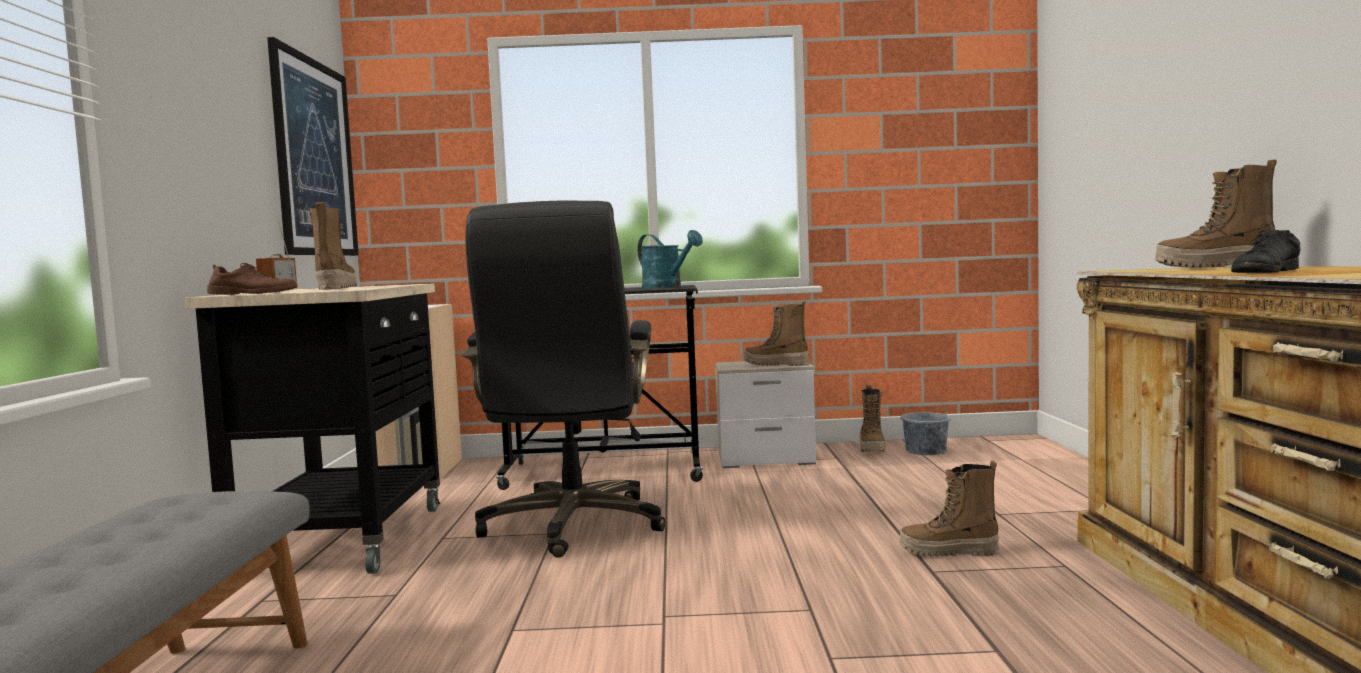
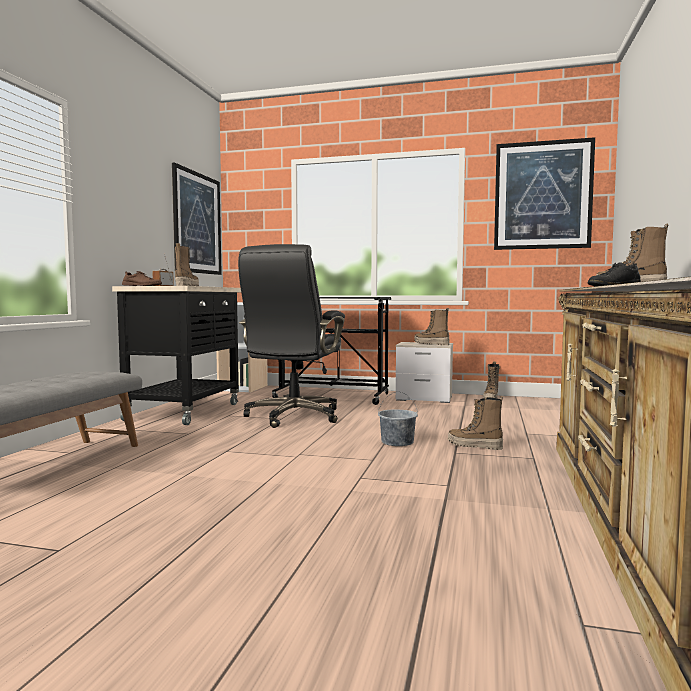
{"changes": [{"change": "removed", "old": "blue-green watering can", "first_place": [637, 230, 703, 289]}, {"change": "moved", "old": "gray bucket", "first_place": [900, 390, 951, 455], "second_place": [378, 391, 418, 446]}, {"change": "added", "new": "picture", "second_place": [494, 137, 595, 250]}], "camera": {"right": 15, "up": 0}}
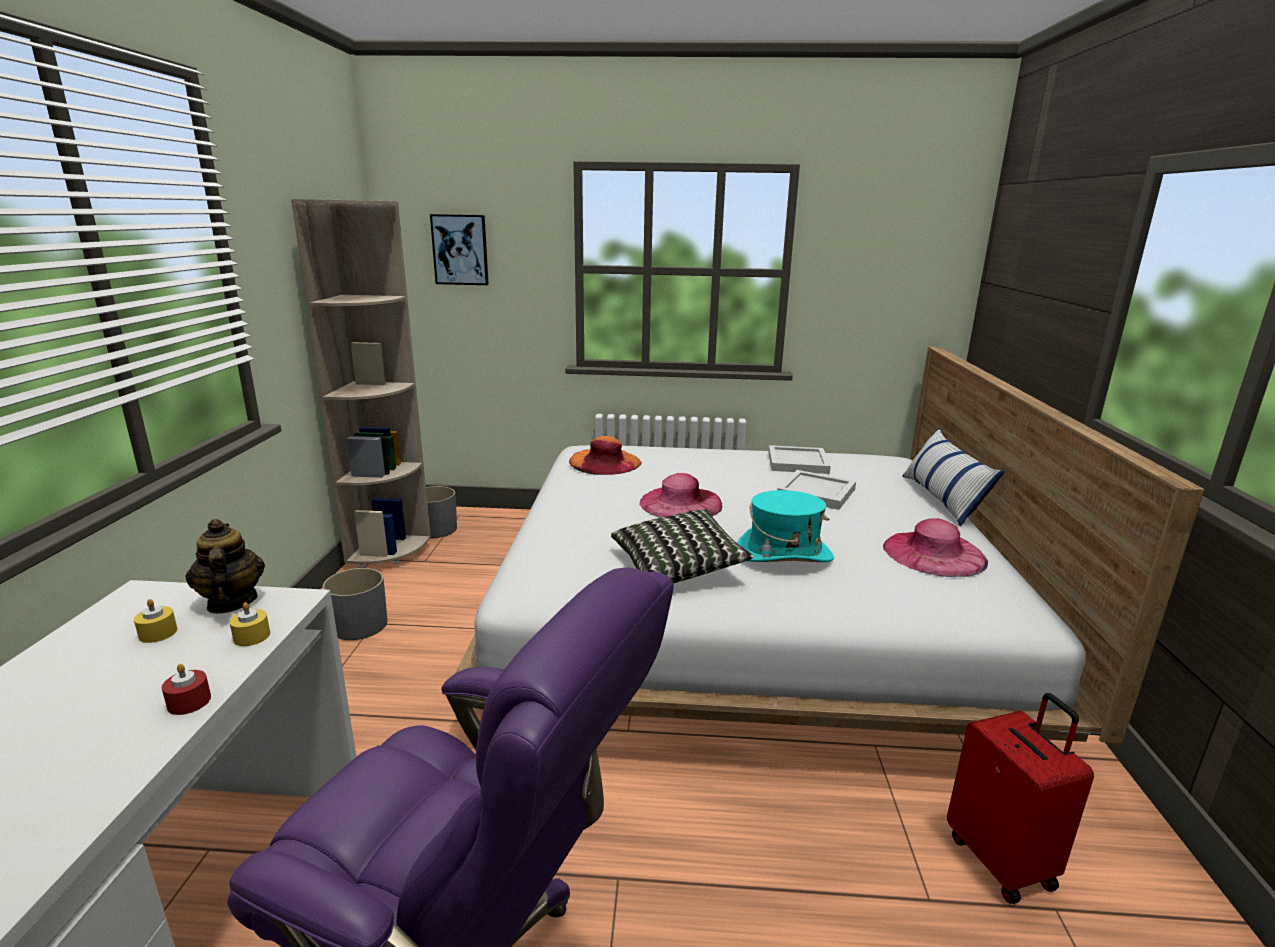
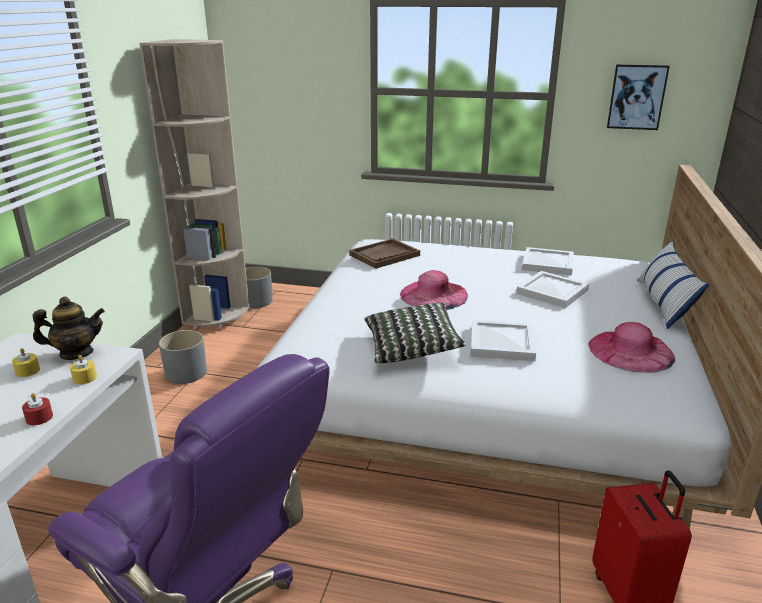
{"changes": [{"change": "turned", "old": "pot for tea", "first_place": [186, 519, 265, 614], "second_place": [32, 296, 105, 360], "degrees": 90}, {"change": "moved", "old": "picture", "first_place": [430, 214, 489, 285], "second_place": [607, 64, 670, 130]}, {"change": "replaced", "old": "orange-coloured hat", "new": "brown-coloured serving tray", "first_place": [569, 436, 641, 475], "second_place": [349, 239, 420, 269]}, {"change": "replaced", "old": "blue-green hat", "new": "white-coloured serving tray", "first_place": [737, 490, 834, 562], "second_place": [471, 320, 536, 361]}], "camera": {"right": 10, "up": 5}}
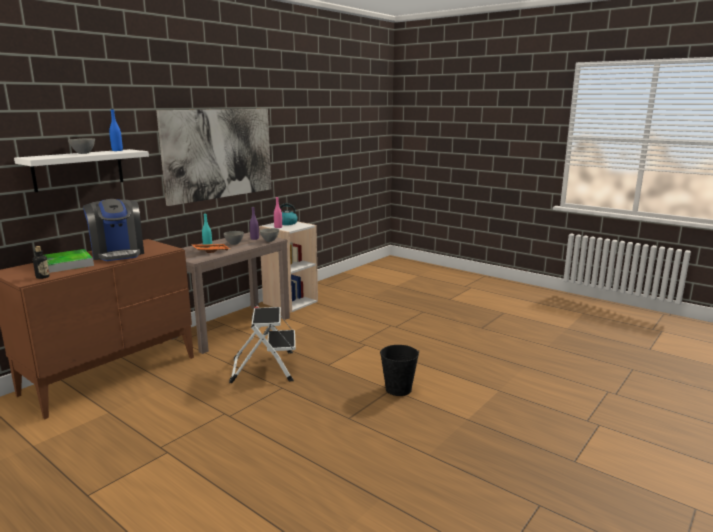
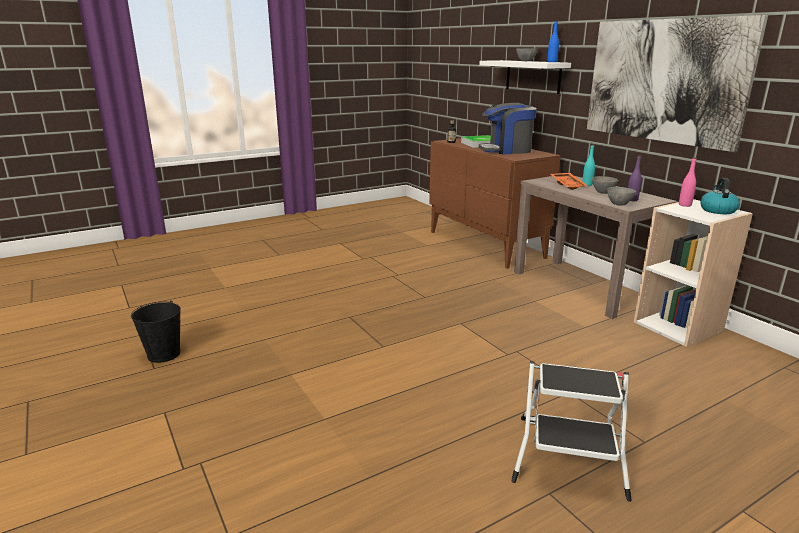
{"changes": [{"change": "moved", "old": "stepladder", "first_place": [229, 304, 296, 383], "second_place": [512, 361, 632, 502]}, {"change": "moved", "old": "blackish bucket", "first_place": [380, 345, 419, 396], "second_place": [131, 300, 181, 363]}], "camera": {"right": 110, "up": 5}}
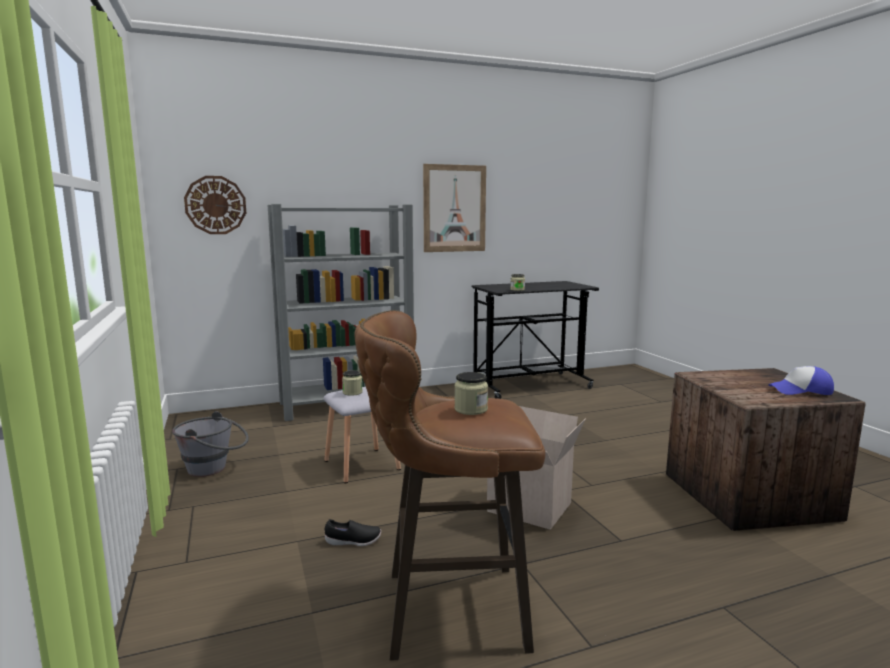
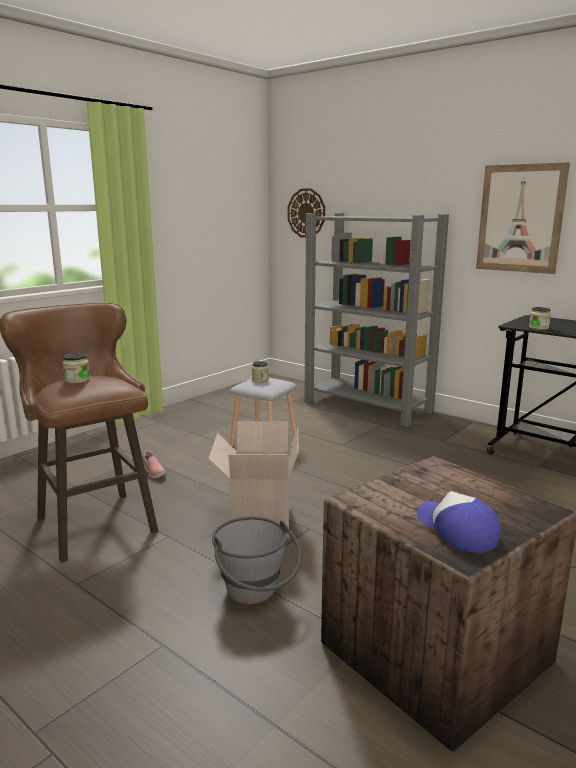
{"changes": [{"change": "moved", "old": "gray bucket", "first_place": [172, 411, 249, 477], "second_place": [212, 516, 302, 604]}, {"change": "recoloured", "old": "blackish item of footwear", "new": "pink-coloured item of footwear", "first_place": [325, 519, 381, 546], "second_place": [143, 451, 166, 478]}], "camera": {"right": 60, "up": 5}}
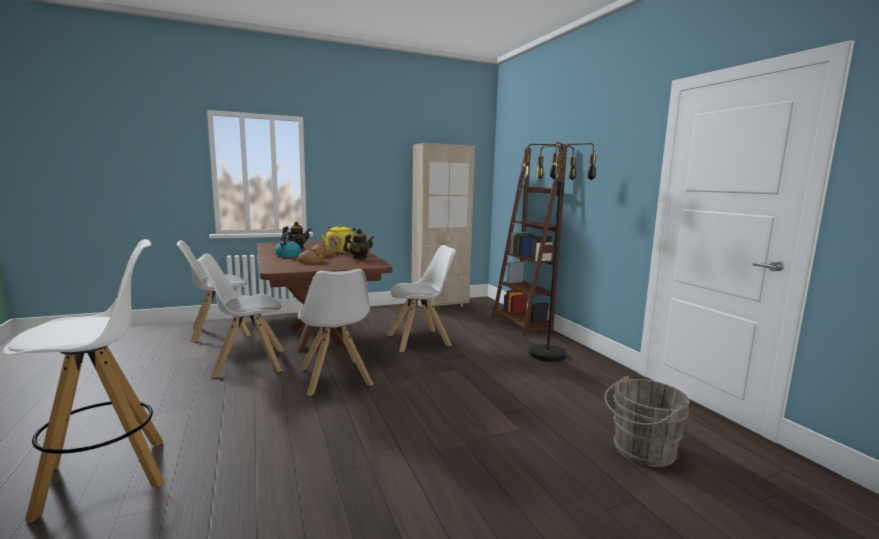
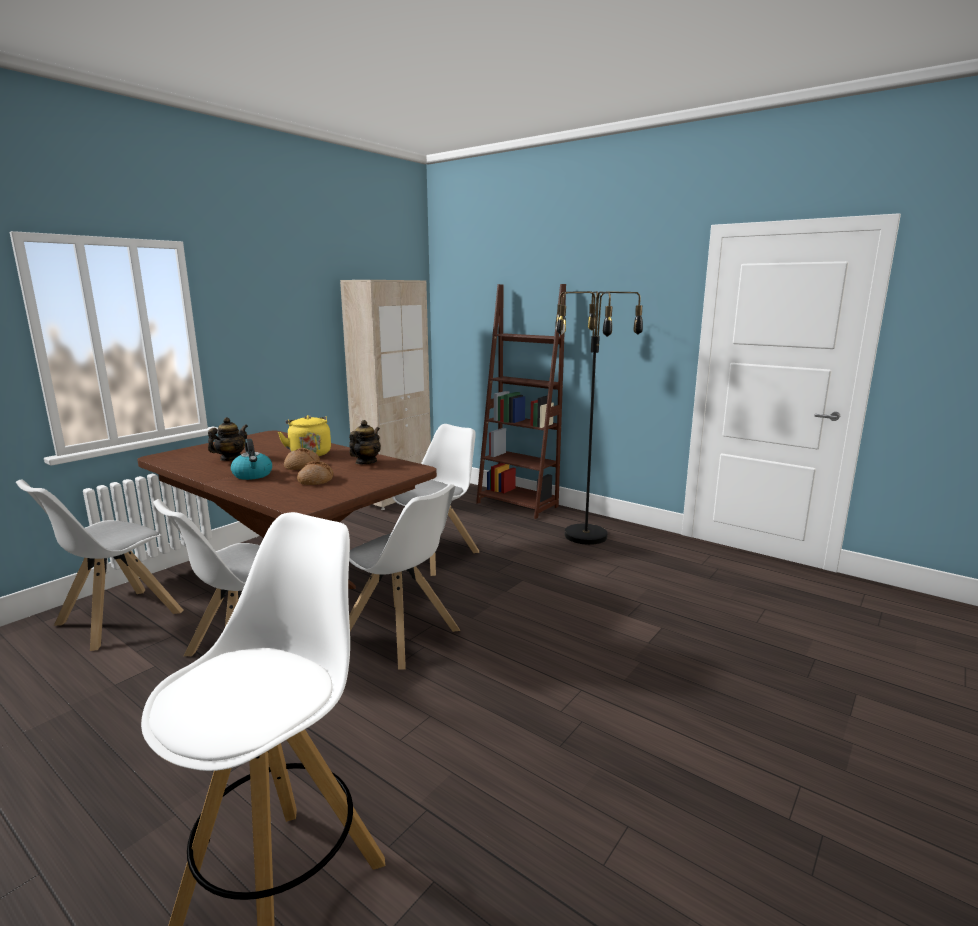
{"changes": [{"change": "removed", "old": "gray bucket", "first_place": [604, 376, 690, 467]}], "camera": {"right": -30, "up": 5}}
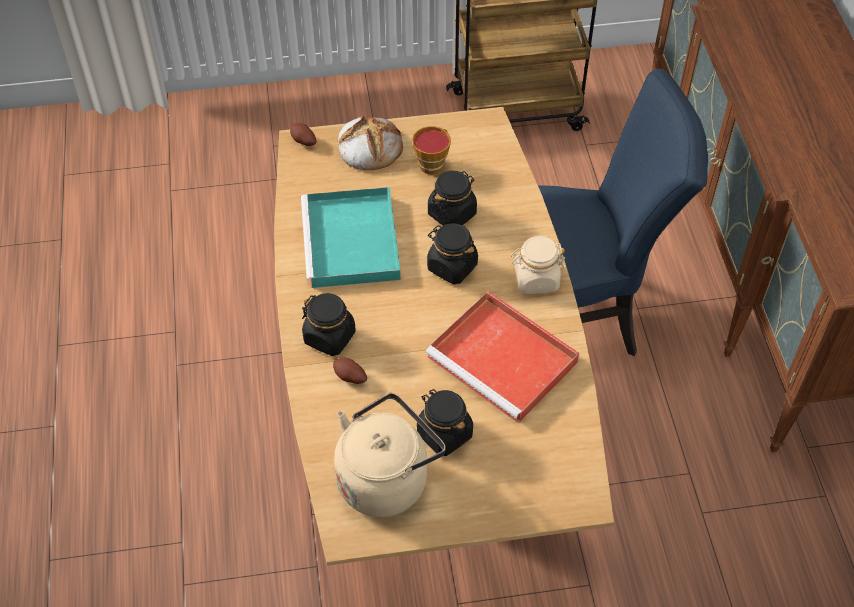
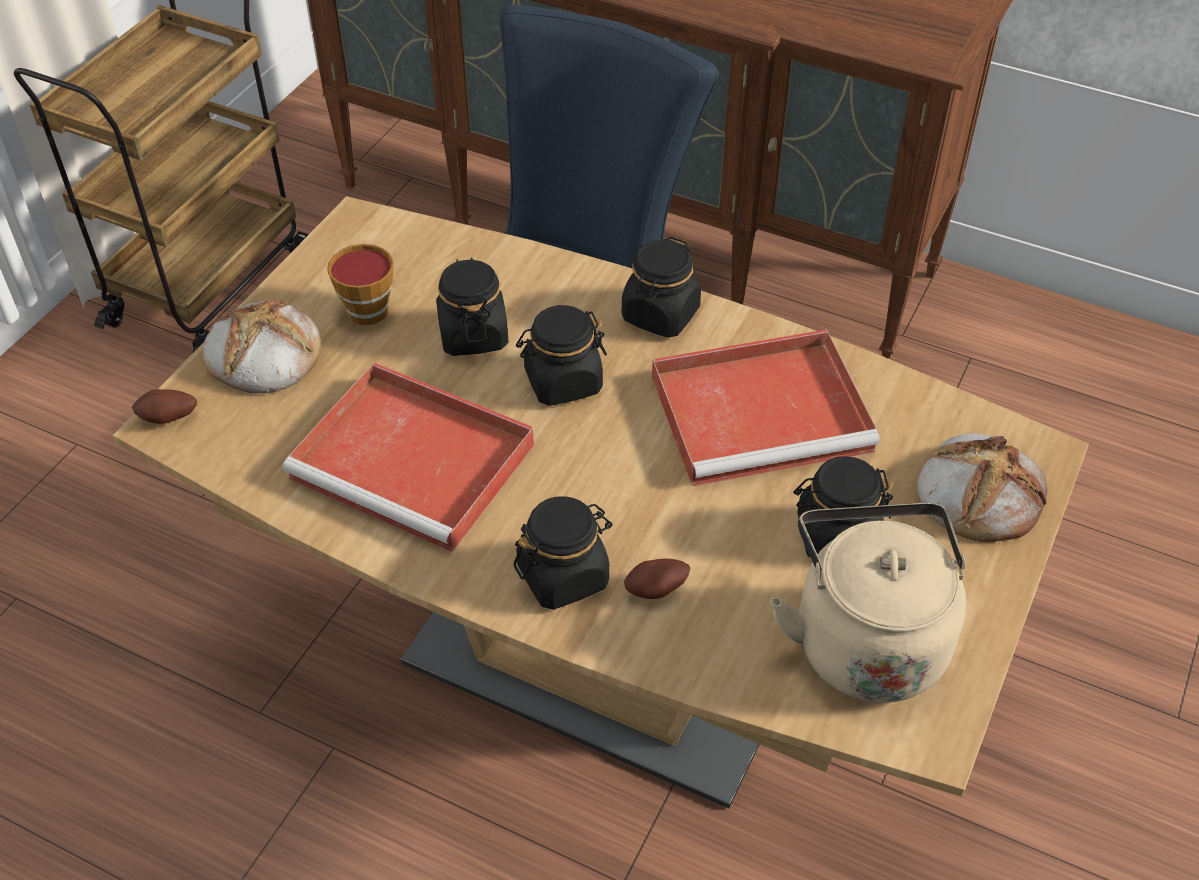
{"changes": [{"change": "recoloured", "old": "blue-green serving tray", "new": "red serving tray", "first_place": [301, 187, 401, 288], "second_place": [282, 363, 534, 552]}, {"change": "recoloured", "old": "sand-coloured storage jar", "new": "blackish storage jar", "first_place": [511, 236, 565, 294], "second_place": [622, 237, 701, 338]}, {"change": "added", "new": "bread", "second_place": [917, 433, 1047, 542]}], "camera": {"right": -55, "up": -5}}
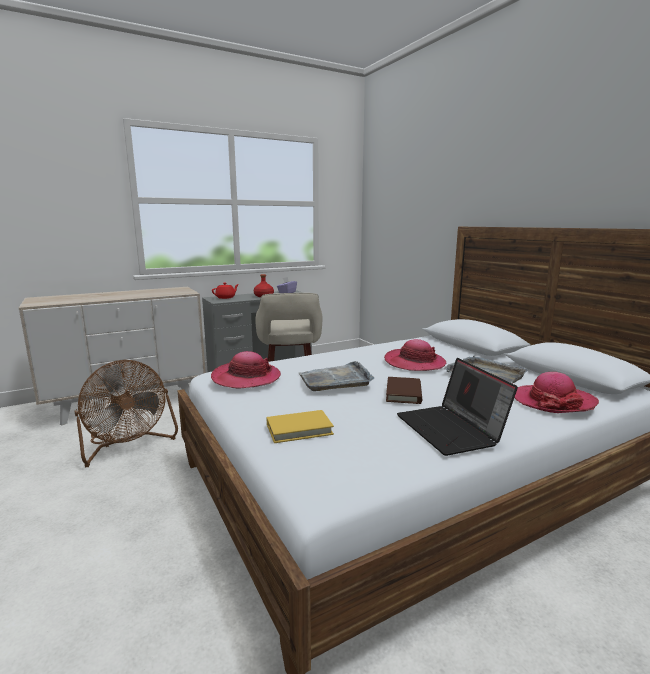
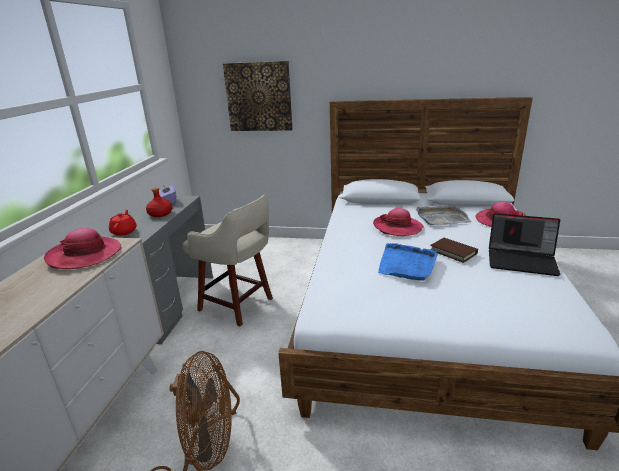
{"changes": [{"change": "moved", "old": "hat", "first_place": [211, 351, 281, 388], "second_place": [44, 228, 122, 269]}, {"change": "removed", "old": "yellow-coloured bound book", "first_place": [267, 410, 334, 443]}, {"change": "recoloured", "old": "gray serving tray", "new": "bluish serving tray", "first_place": [299, 361, 374, 391], "second_place": [378, 243, 438, 281]}, {"change": "added", "new": "picture", "second_place": [223, 61, 293, 131]}], "camera": {"right": -50, "up": 10}}
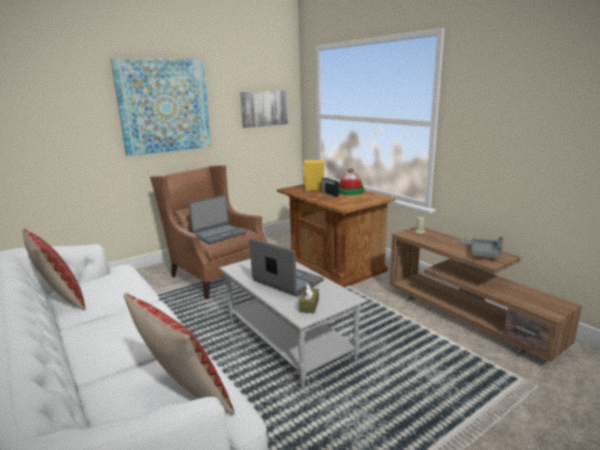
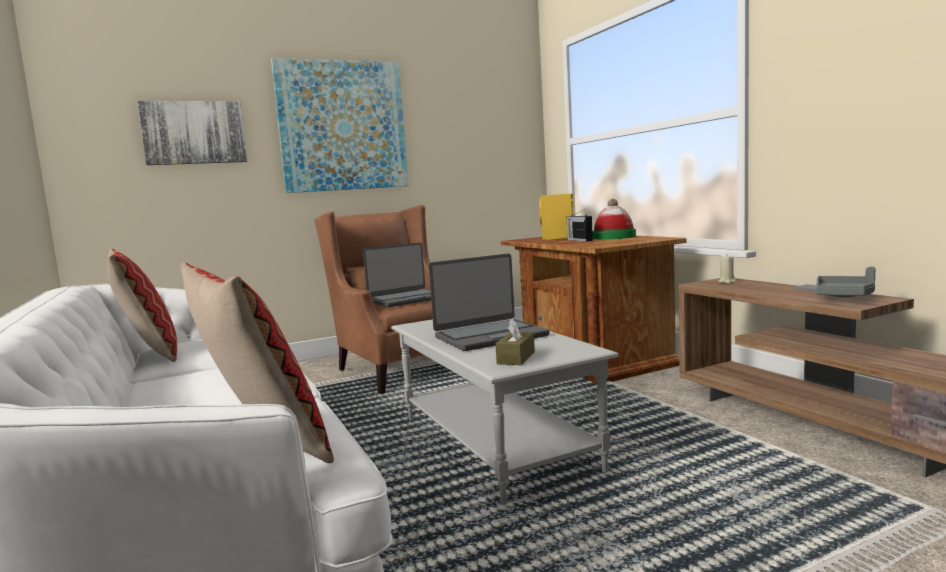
{"changes": [{"change": "moved", "old": "picture", "first_place": [240, 90, 288, 128], "second_place": [137, 101, 247, 165]}, {"change": "turned", "old": "laptop", "first_place": [249, 238, 323, 296], "second_place": [429, 254, 549, 351], "degrees": 105}], "camera": {"right": 10, "up": -10}}
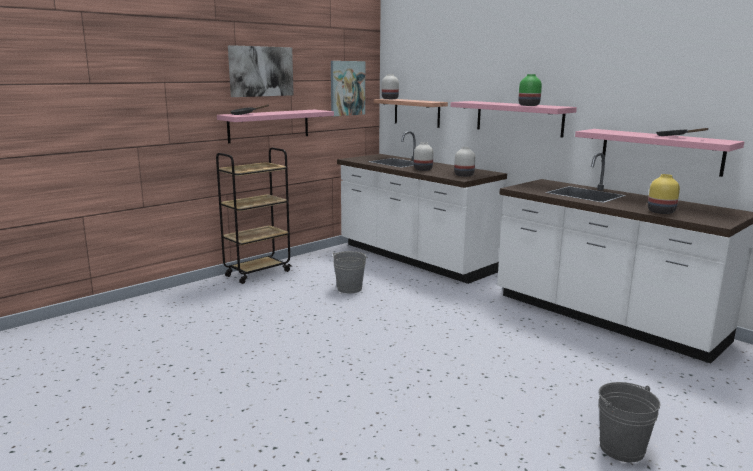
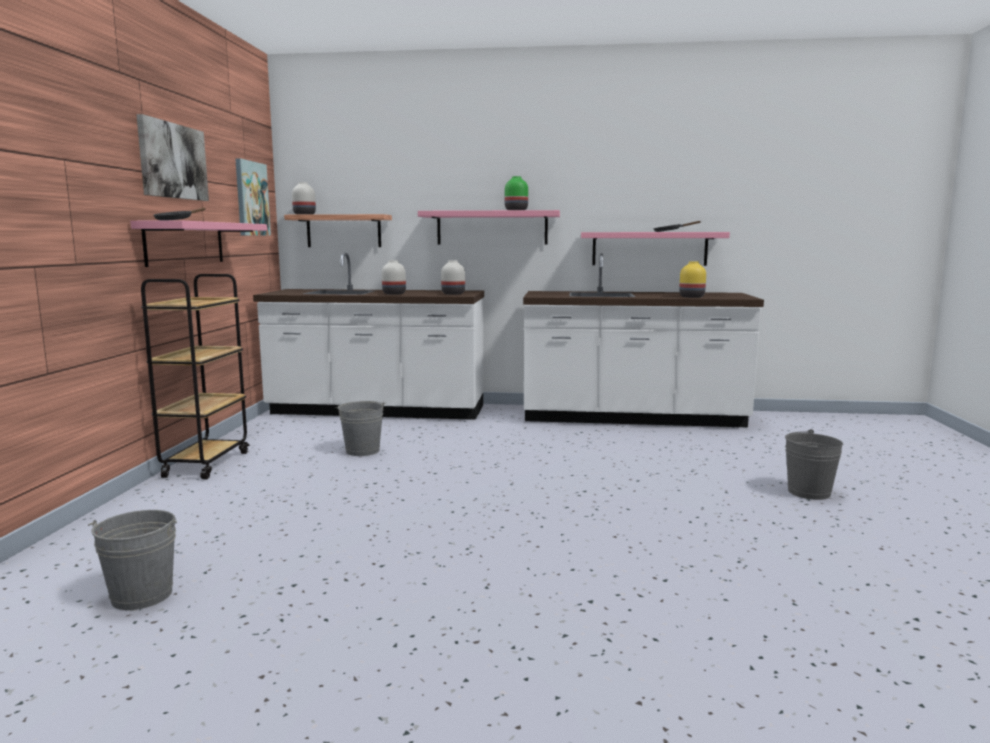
{"changes": [{"change": "added", "new": "gray bucket", "second_place": [88, 510, 177, 610]}], "camera": {"right": -40, "up": -5}}
